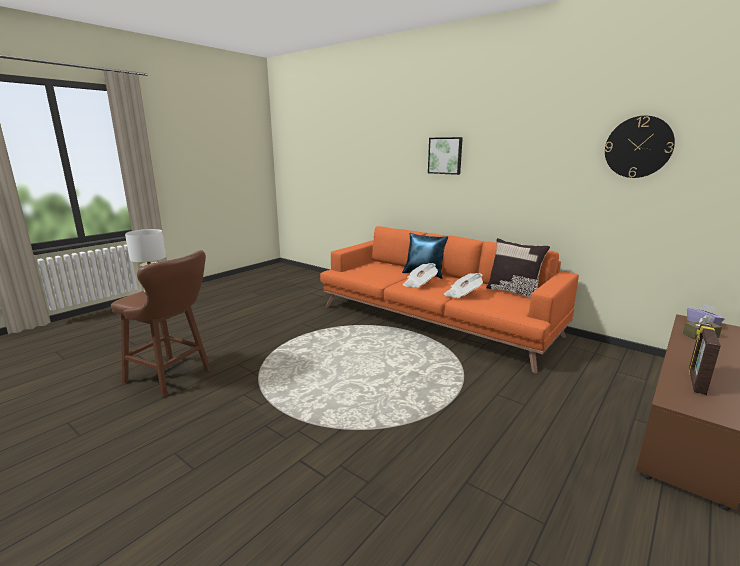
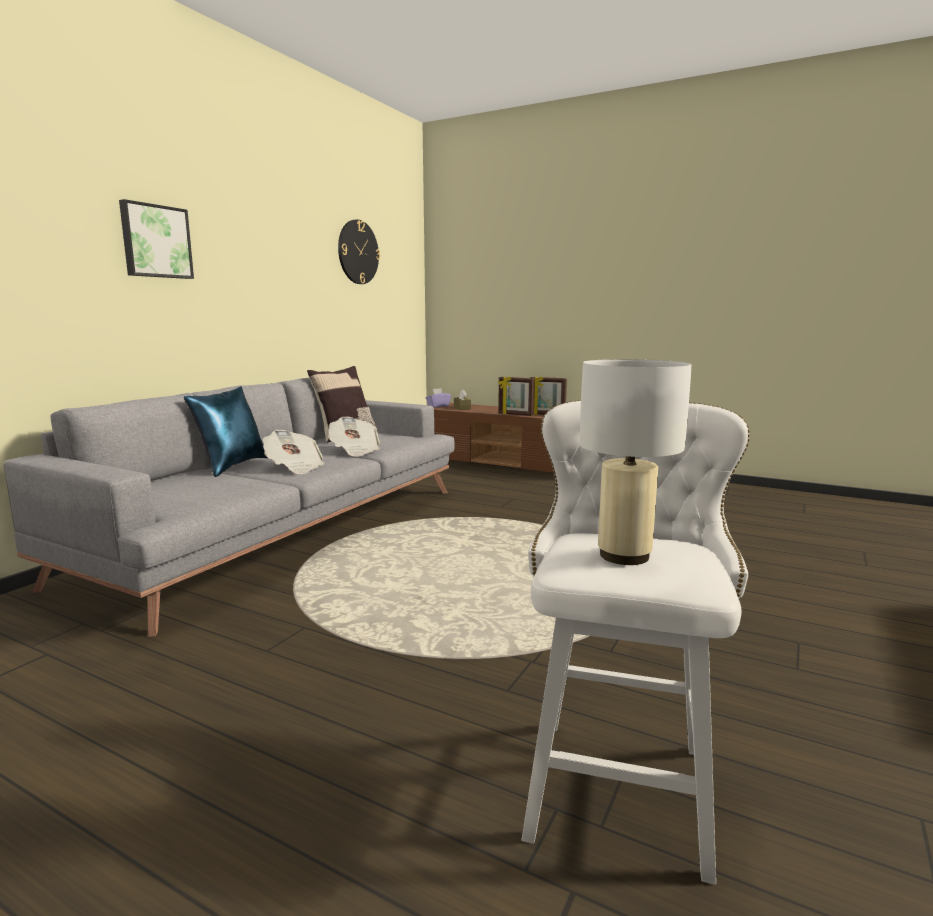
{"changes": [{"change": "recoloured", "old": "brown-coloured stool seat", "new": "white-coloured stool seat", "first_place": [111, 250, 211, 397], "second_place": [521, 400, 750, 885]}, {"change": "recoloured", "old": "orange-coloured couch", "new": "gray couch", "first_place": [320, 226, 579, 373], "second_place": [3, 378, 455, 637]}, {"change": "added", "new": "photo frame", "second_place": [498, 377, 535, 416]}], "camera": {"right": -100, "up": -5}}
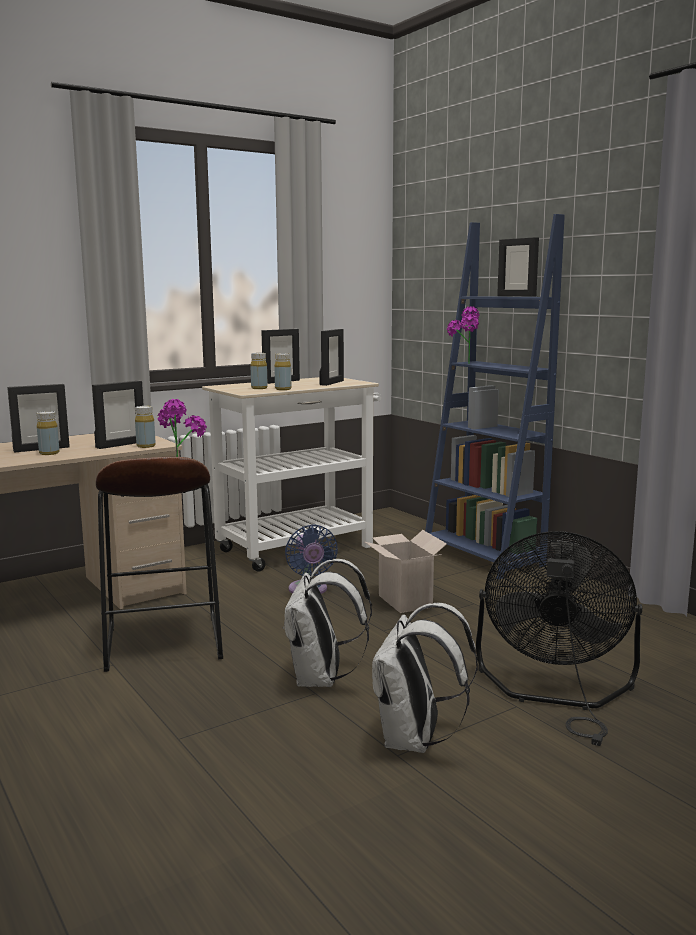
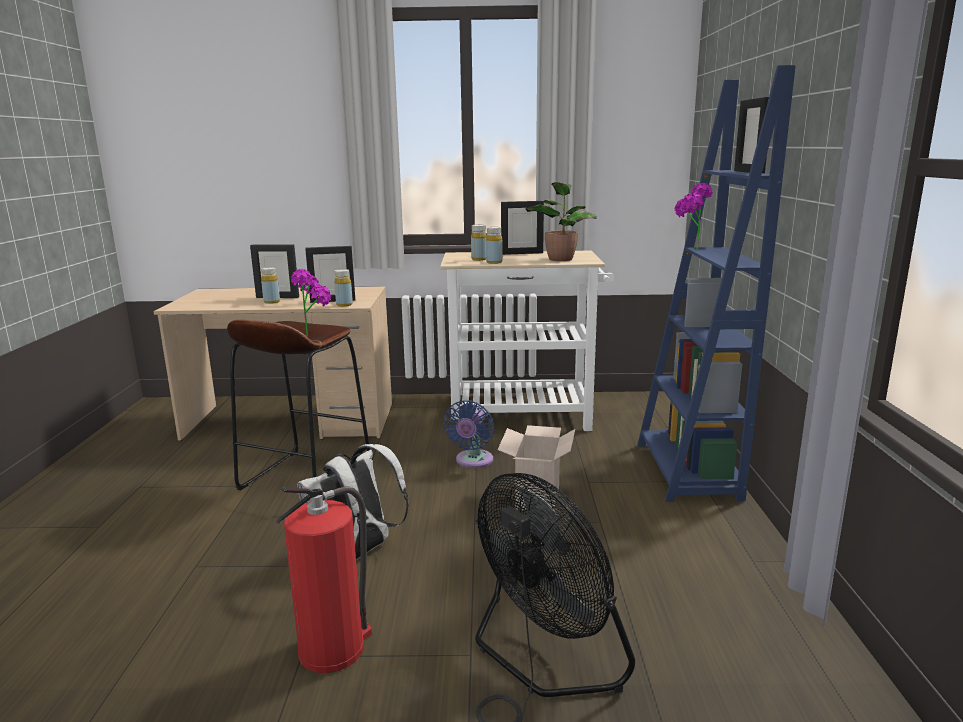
{"changes": [{"change": "replaced", "old": "photo frame", "new": "potted plant", "first_place": [319, 329, 344, 386], "second_place": [526, 182, 597, 261]}, {"change": "replaced", "old": "white-coloured backpack", "new": "fire extinguisher", "first_place": [372, 603, 478, 753], "second_place": [276, 486, 372, 673]}], "camera": {"right": 35, "up": 5}}
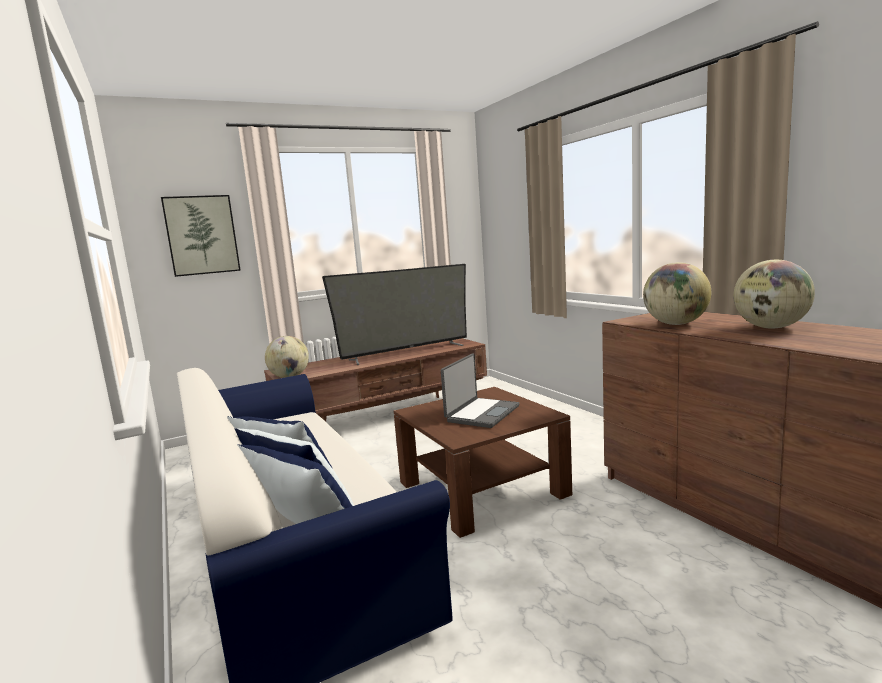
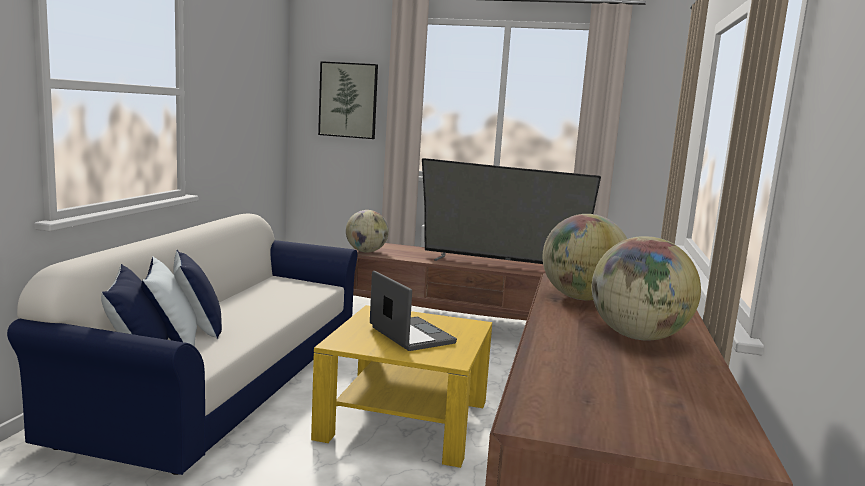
{"changes": [{"change": "recoloured", "old": "brown-coloured coffee table", "new": "yellow-coloured coffee table", "first_place": [393, 387, 572, 538], "second_place": [311, 305, 492, 468]}, {"change": "turned", "old": "laptop", "first_place": [441, 354, 519, 428], "second_place": [370, 271, 457, 351], "degrees": -105}], "camera": {"right": 40, "up": 0}}
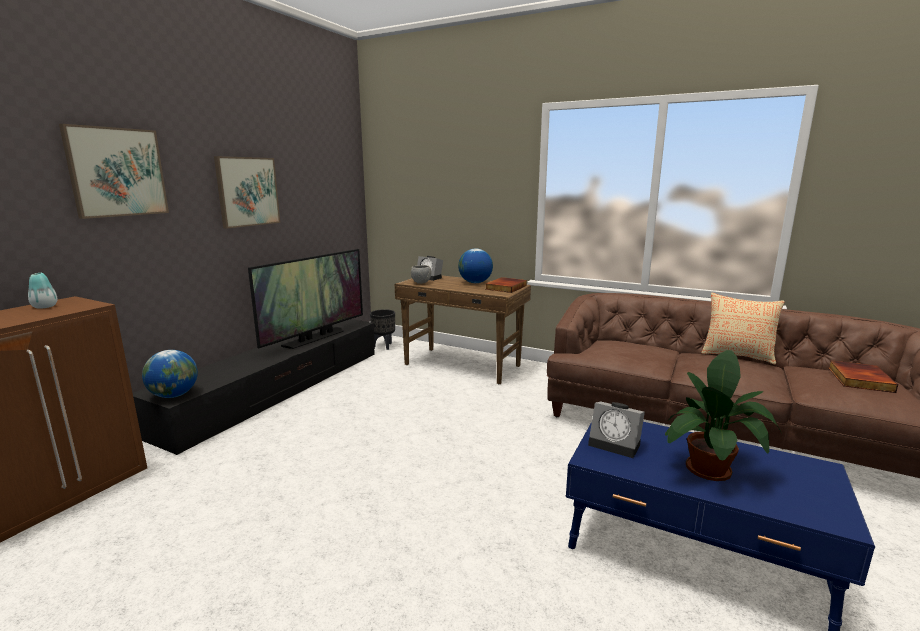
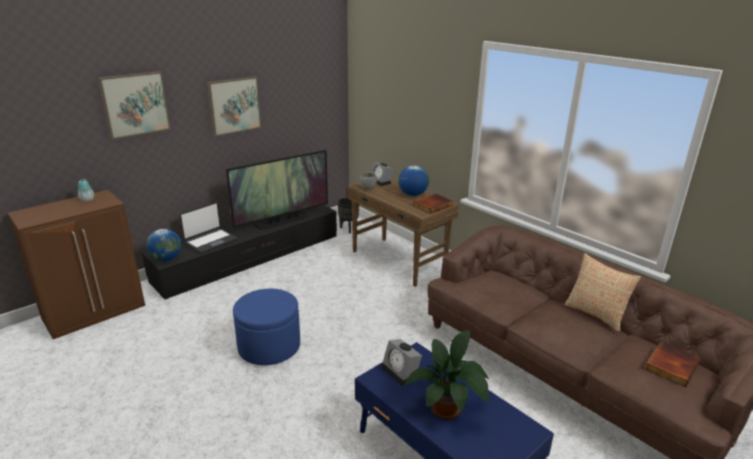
{"changes": [{"change": "added", "new": "laptop", "second_place": [179, 202, 238, 253]}, {"change": "added", "new": "bluish ottoman", "second_place": [233, 288, 300, 365]}], "camera": {"right": 20, "up": 10}}
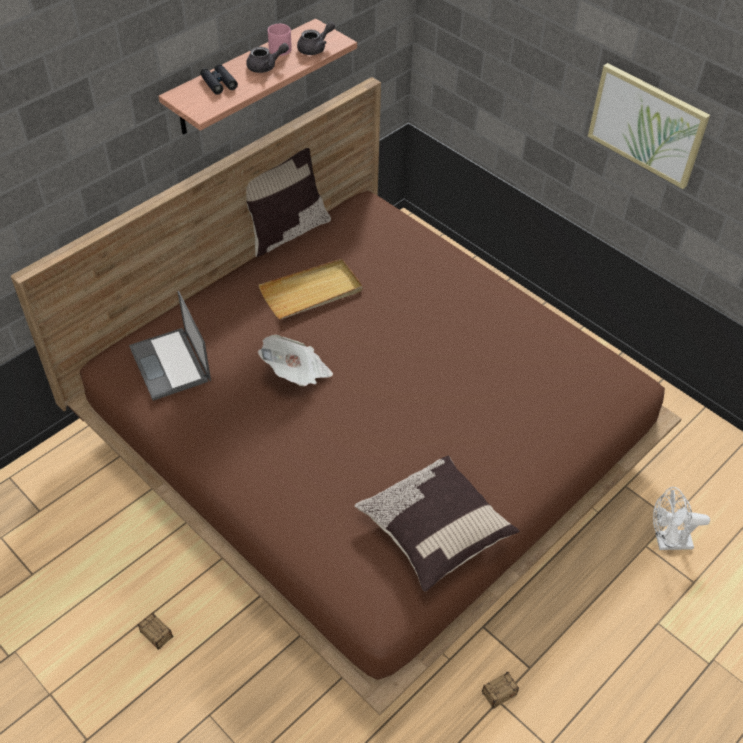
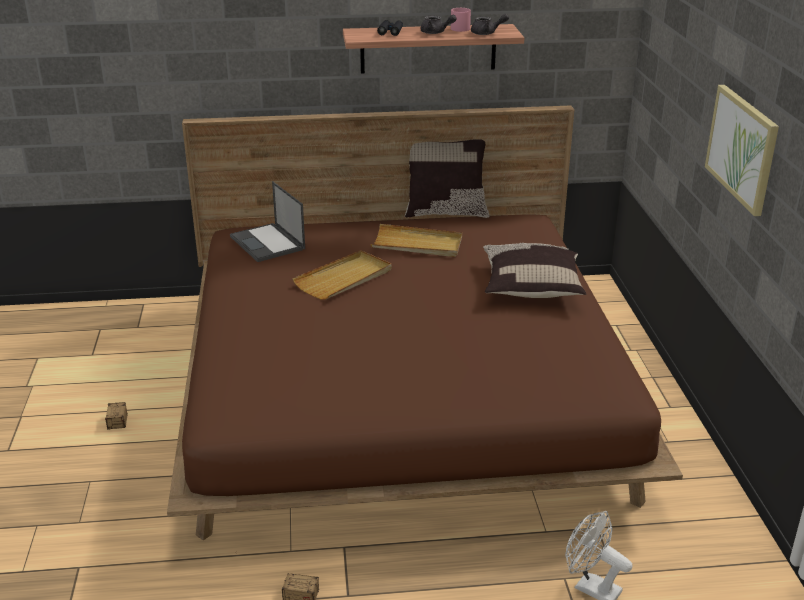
{"changes": [{"change": "turned", "old": "laptop", "first_place": [129, 291, 211, 401], "second_place": [230, 181, 305, 262], "degrees": -45}, {"change": "replaced", "old": "daily paper", "new": "sand-coloured serving tray", "first_place": [258, 335, 333, 387], "second_place": [292, 250, 392, 300]}, {"change": "moved", "old": "cushion", "first_place": [355, 456, 520, 592], "second_place": [483, 243, 586, 298]}], "camera": {"right": 40, "up": -20}}
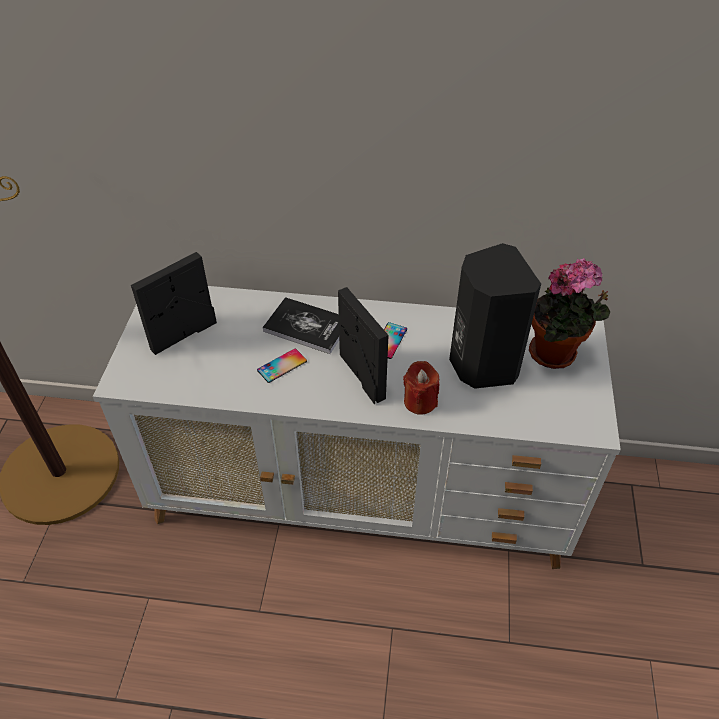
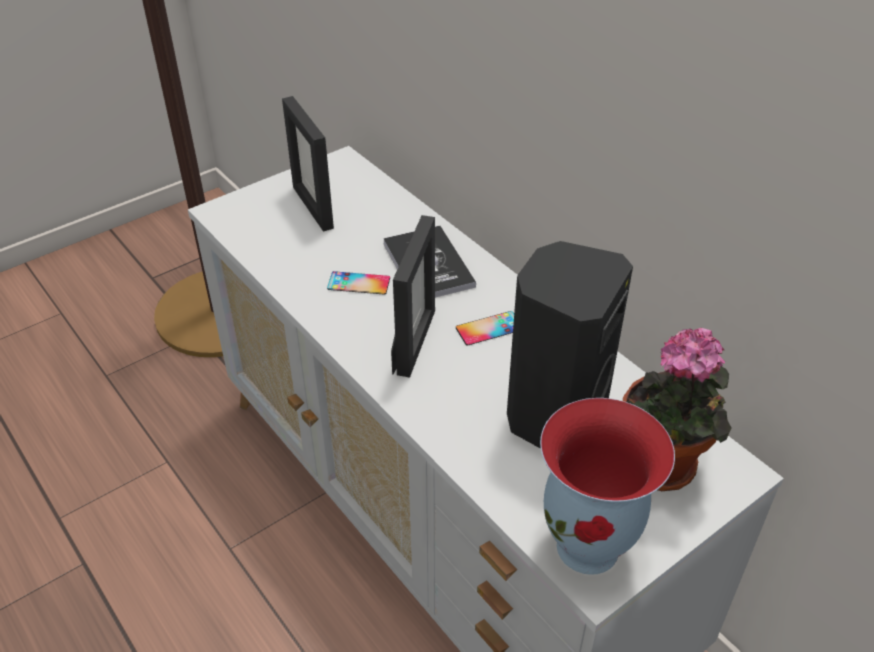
{"changes": [{"change": "turned", "old": "photo frame", "first_place": [131, 252, 217, 355], "second_place": [282, 96, 334, 232], "degrees": -120}, {"change": "removed", "old": "red wax candle", "first_place": [403, 361, 439, 415]}, {"change": "added", "new": "flower vase", "second_place": [540, 398, 675, 575]}], "camera": {"right": 45, "up": -5}}
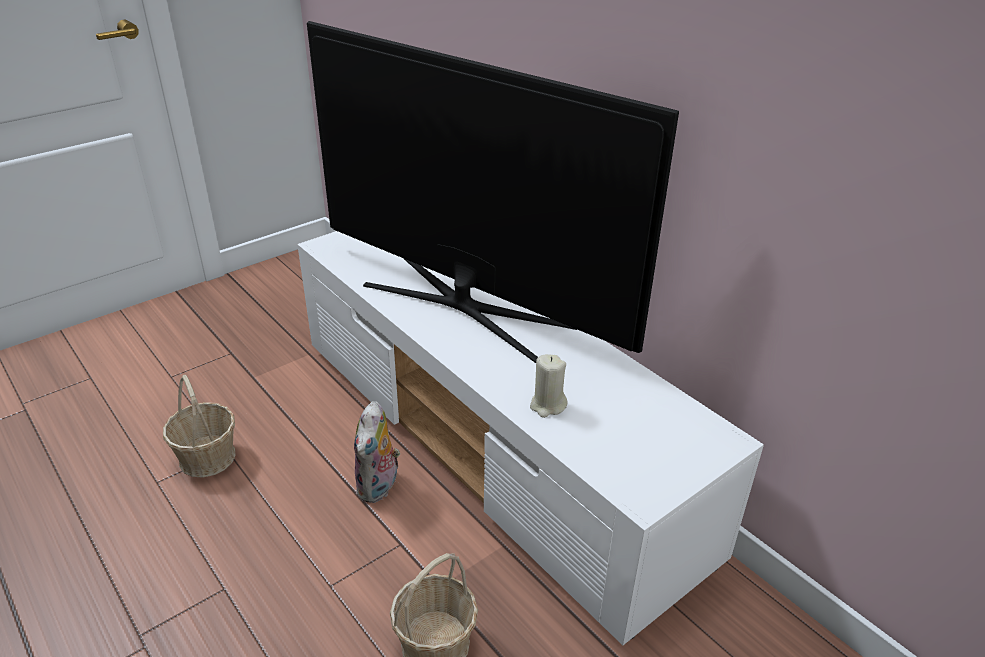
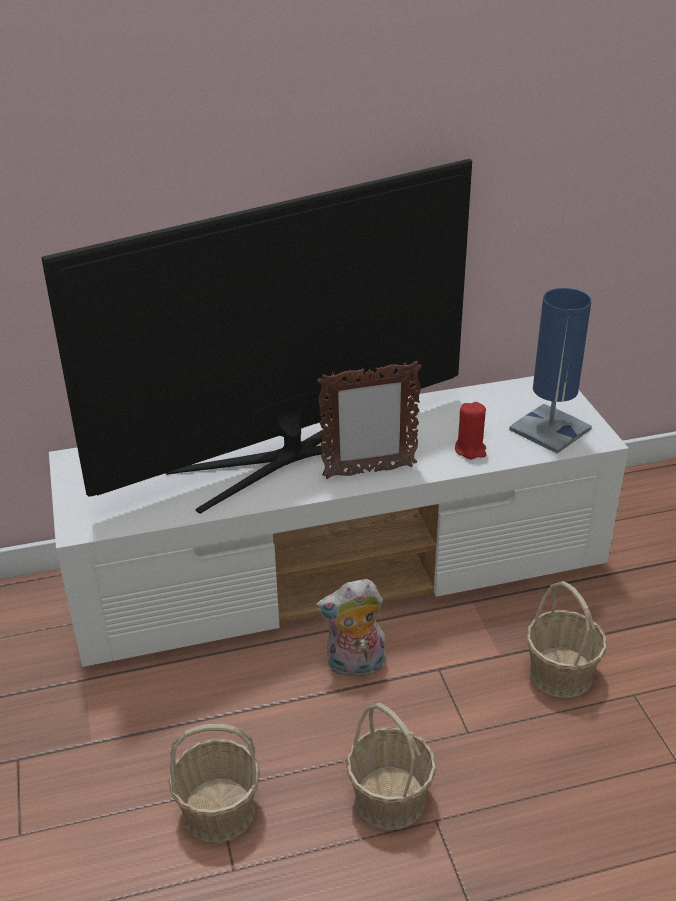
{"changes": [{"change": "turned", "old": "cuddly toy", "first_place": [354, 401, 400, 503], "second_place": [316, 579, 385, 677], "degrees": 135}, {"change": "recoloured", "old": "sand-coloured wax candle", "new": "red wax candle", "first_place": [530, 354, 568, 418], "second_place": [455, 402, 486, 459]}, {"change": "added", "new": "photo frame", "second_place": [317, 361, 422, 479]}, {"change": "added", "new": "basket", "second_place": [346, 703, 436, 830]}, {"change": "added", "new": "bluish table lamp", "second_place": [509, 288, 592, 454]}], "camera": {"right": -65, "up": 0}}
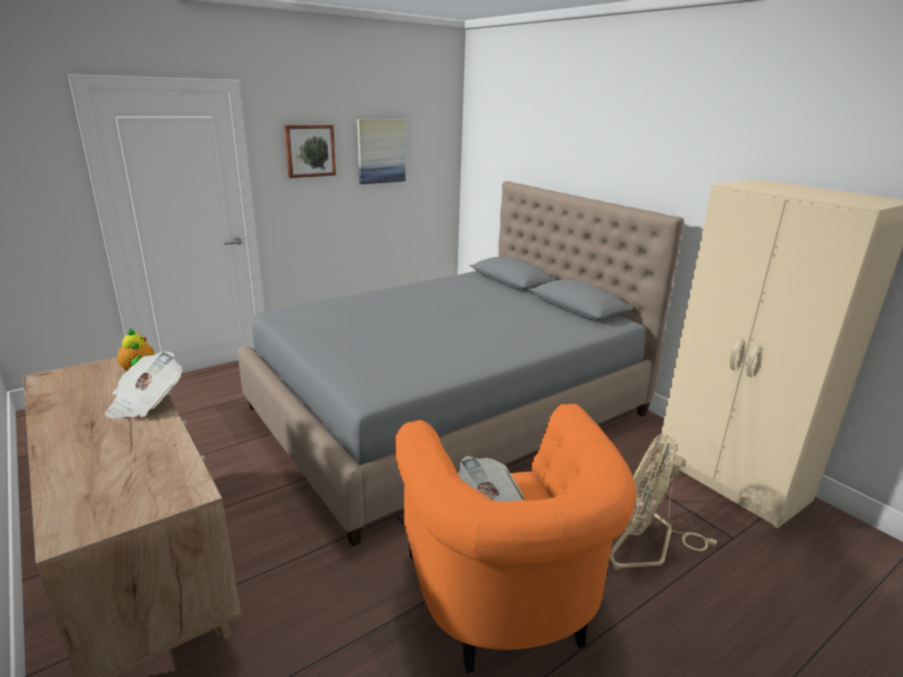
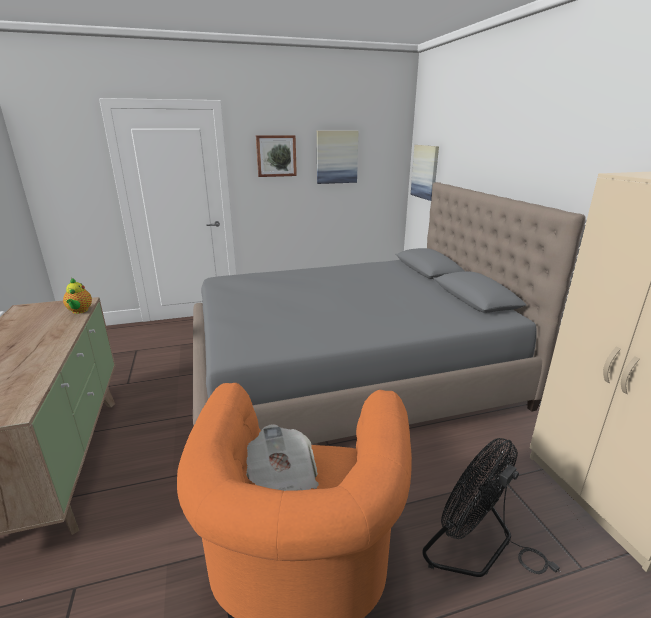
{"changes": [{"change": "removed", "old": "daily paper", "first_place": [105, 351, 182, 418]}, {"change": "recoloured", "old": "sand-coloured cooling fan", "new": "blackish cooling fan", "first_place": [610, 434, 719, 570], "second_place": [422, 438, 561, 577]}, {"change": "added", "new": "picture", "second_place": [410, 145, 439, 201]}], "camera": {"right": 20, "up": 0}}
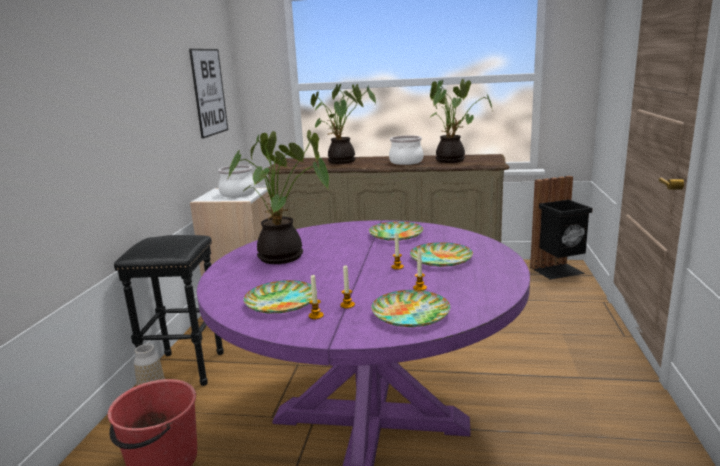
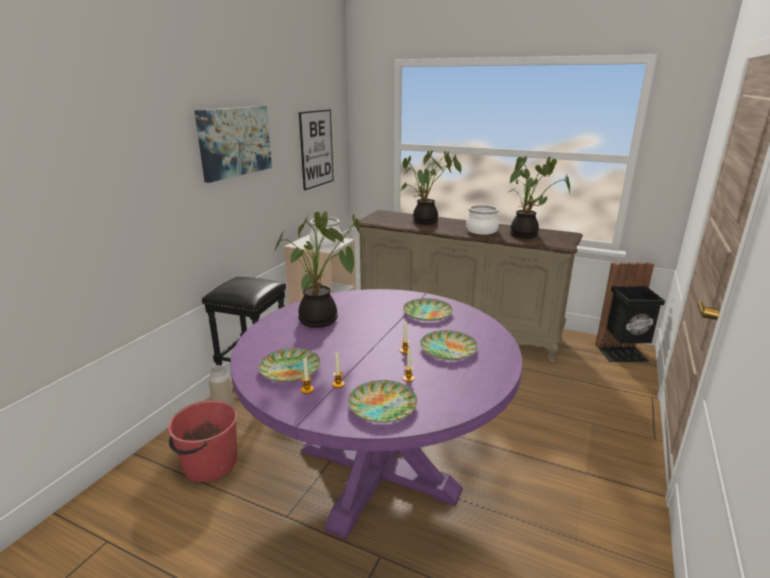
{"changes": [{"change": "added", "new": "picture", "second_place": [194, 106, 272, 183]}], "camera": {"right": 15, "up": 5}}
